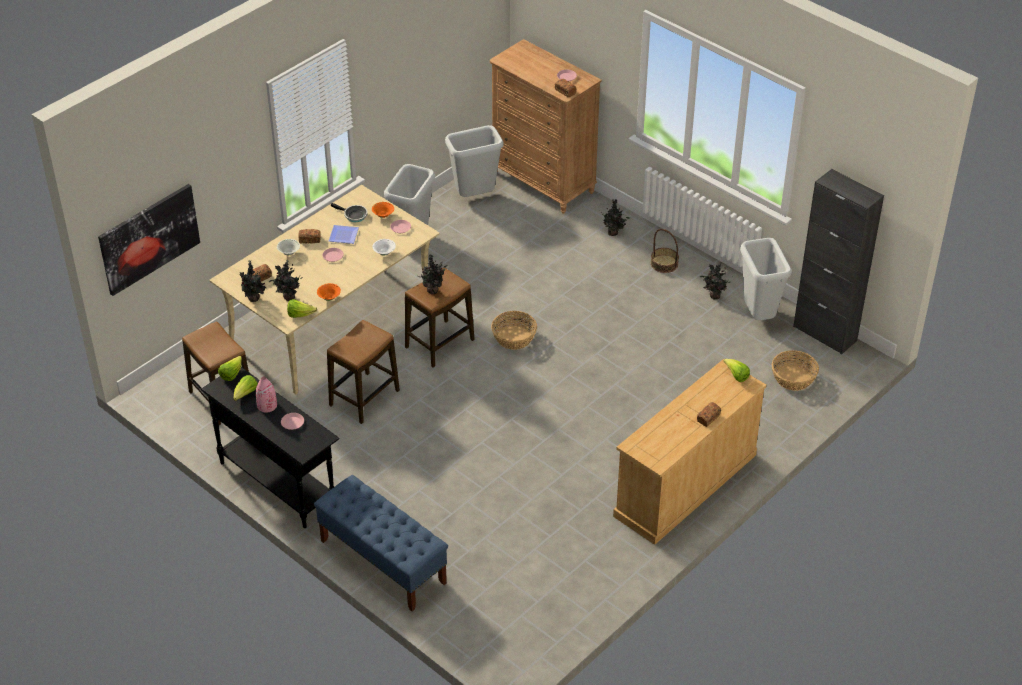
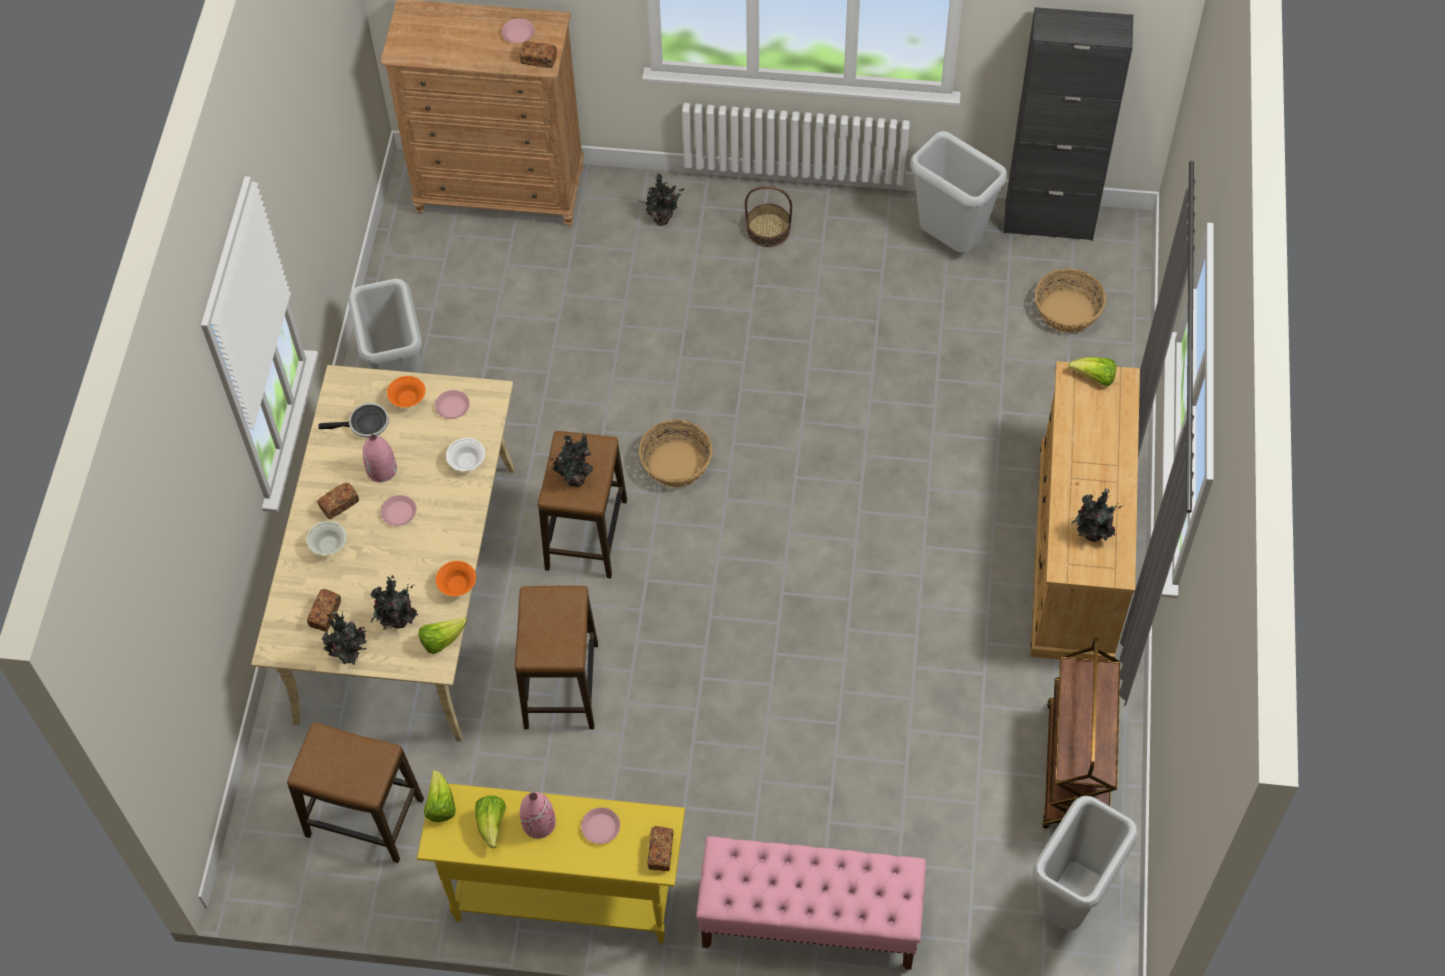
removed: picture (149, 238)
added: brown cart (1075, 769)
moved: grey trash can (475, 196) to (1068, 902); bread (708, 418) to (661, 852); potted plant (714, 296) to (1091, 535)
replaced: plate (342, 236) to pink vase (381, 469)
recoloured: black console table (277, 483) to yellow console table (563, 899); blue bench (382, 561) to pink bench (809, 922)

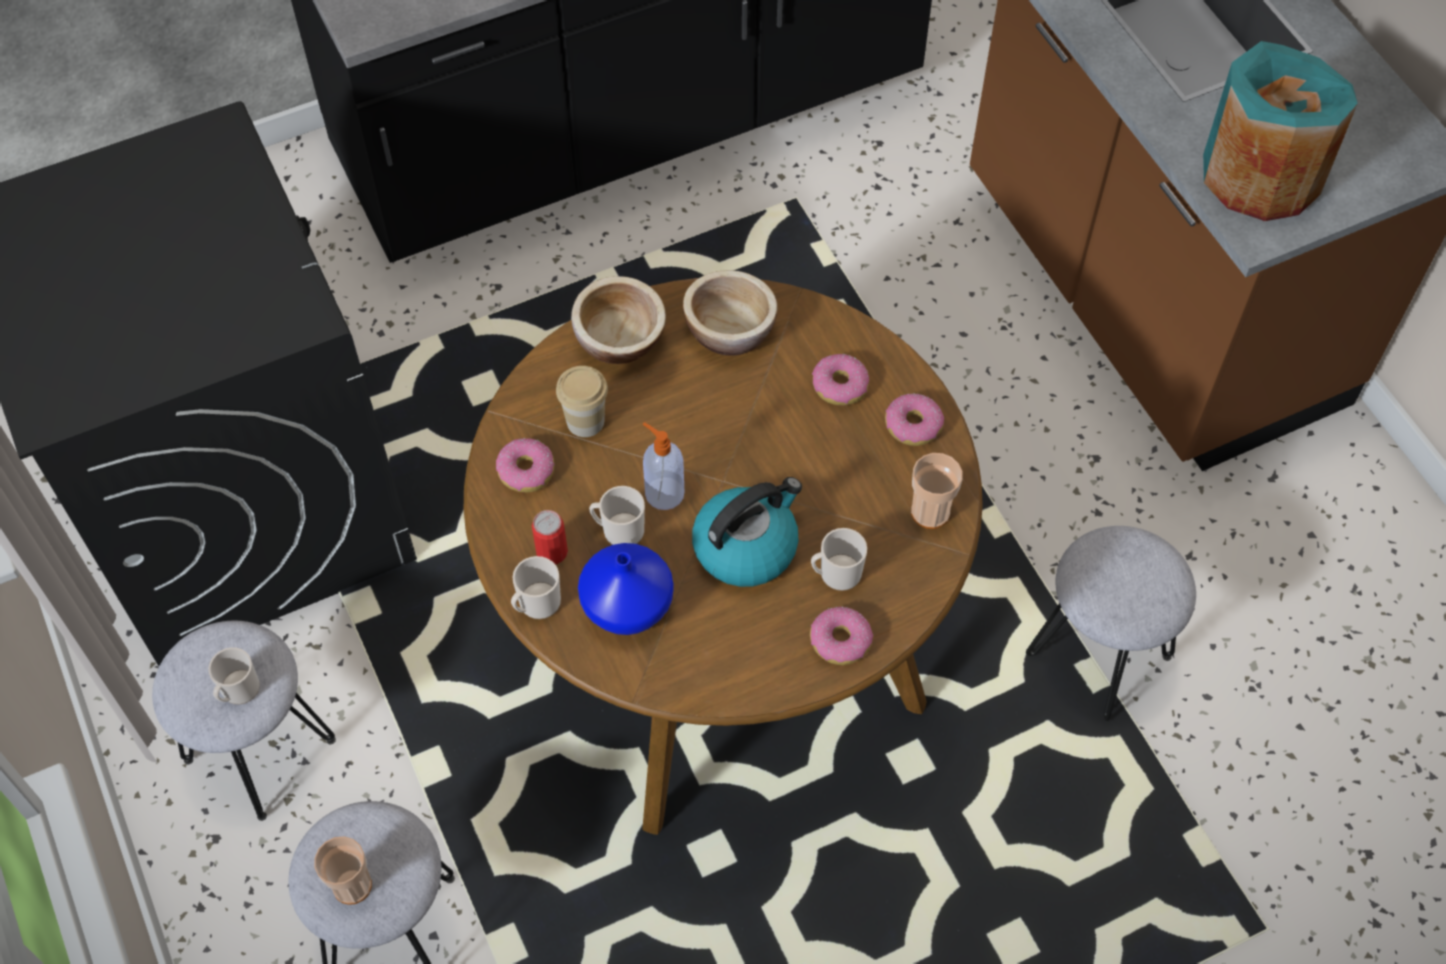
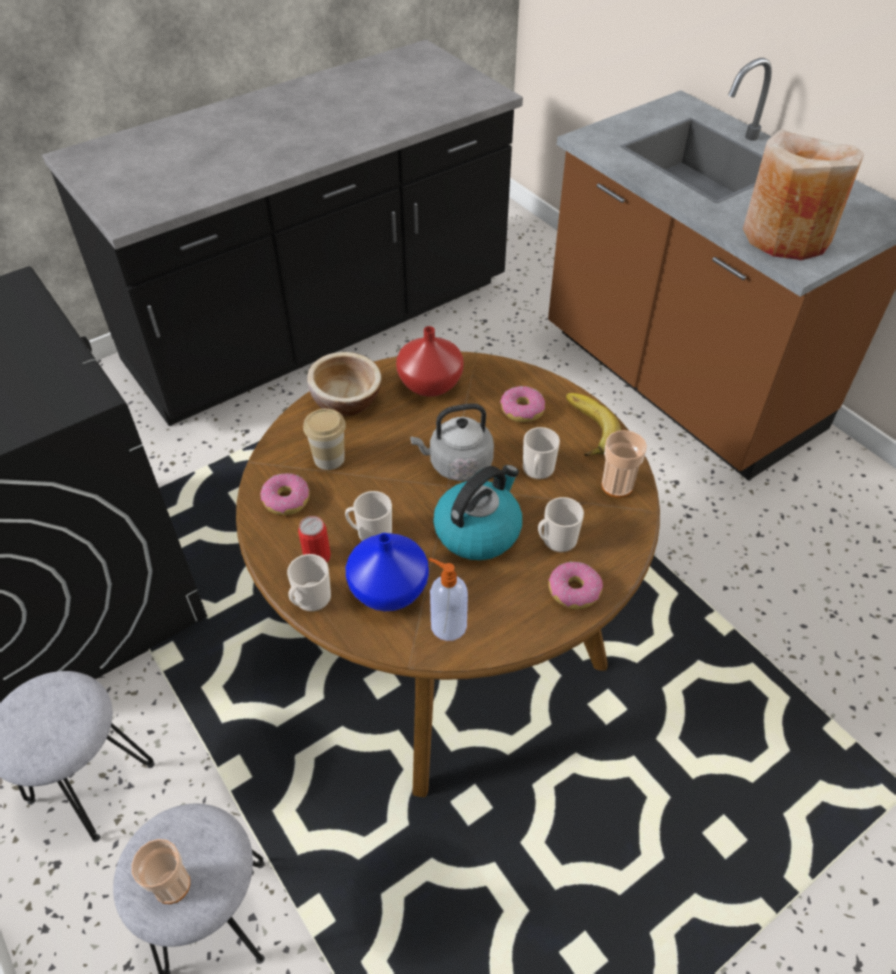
removed: grey stool (1099, 657)
added: grey kettle (457, 464)
moved: mug (238, 691) to (537, 471); soap dispenser (663, 492) to (447, 625)
replaced: bowl (729, 330) to red vase (429, 385); donut (913, 426) to banana (585, 429)
recoloured: turquoise vase (1259, 175) to beige vase (786, 236)

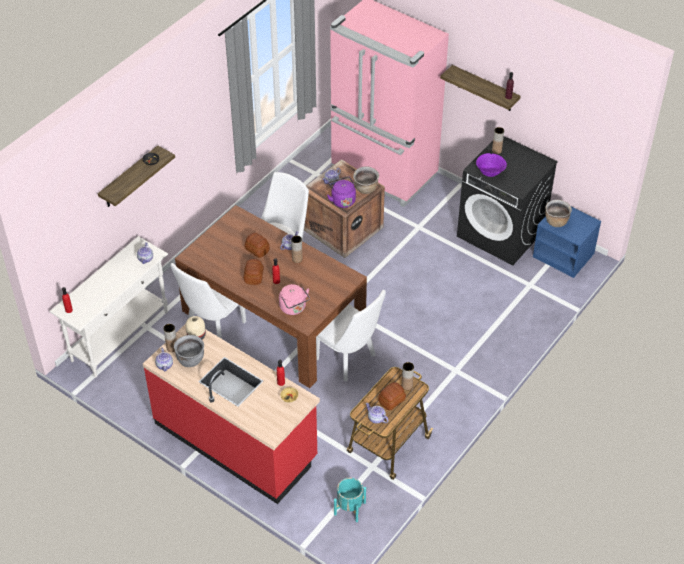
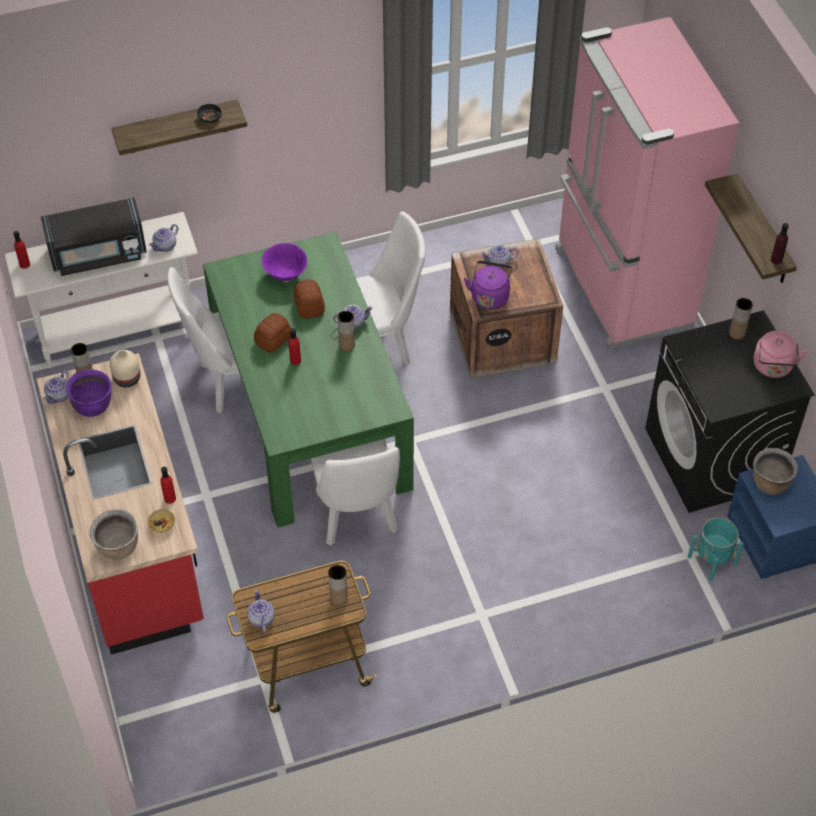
removed: bread (392, 400)
added: black microwave (98, 254)
moved: pink kettle (294, 308) to (773, 367); turquoise planter (350, 508) to (712, 560); brown cooking pot (366, 189) to (118, 547); purple bowl (489, 173) to (285, 274)
recoloured: grey cooking pot (190, 360) to purple cooking pot (93, 406); brown dining table (273, 320) to green dining table (310, 412)

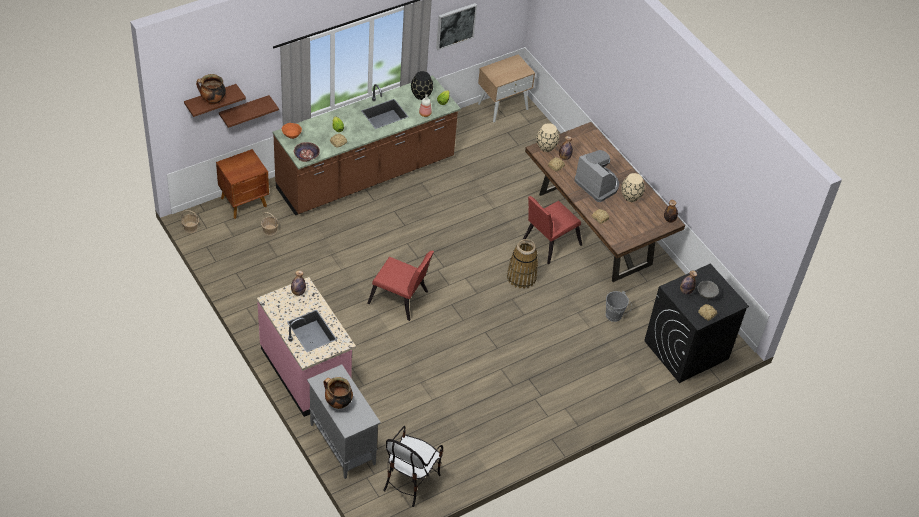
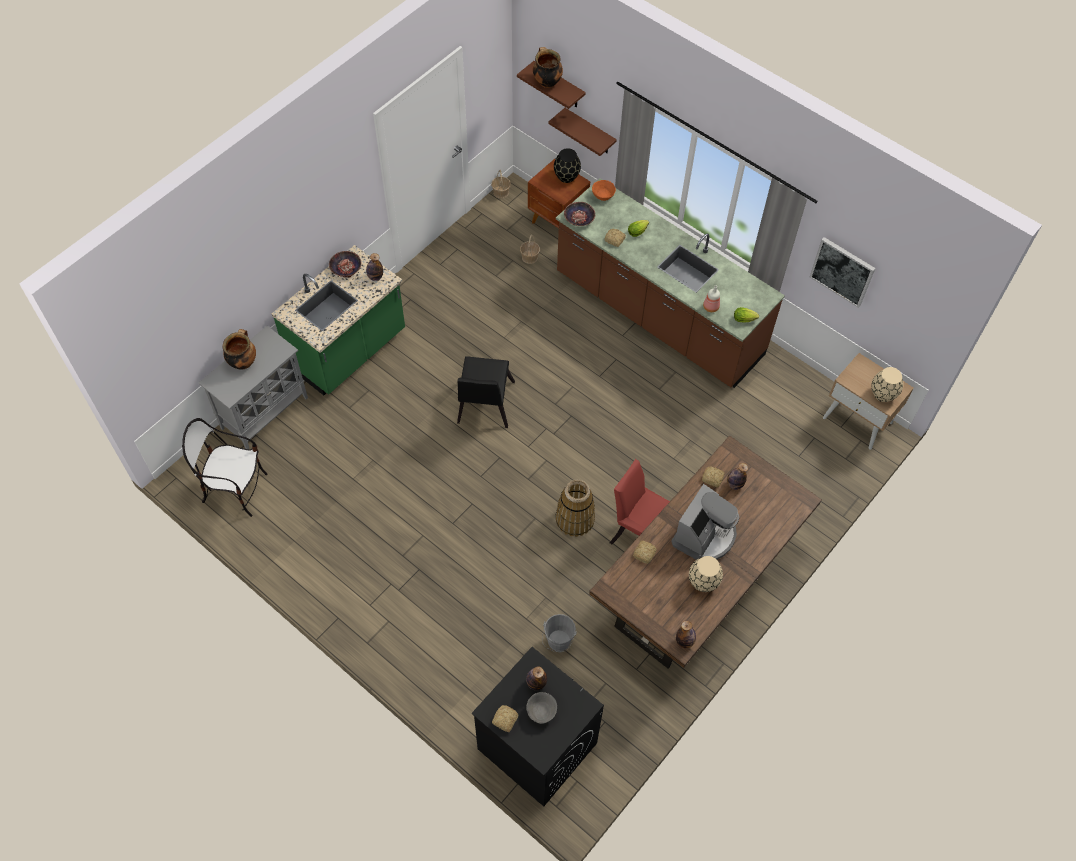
added: bowl (346, 268)
moved: black vase (421, 95) to (566, 176); beige vase (546, 146) to (883, 394)
recoloured: pink counter (306, 371) to green counter (349, 351); red chair (401, 300) to black chair (484, 406)

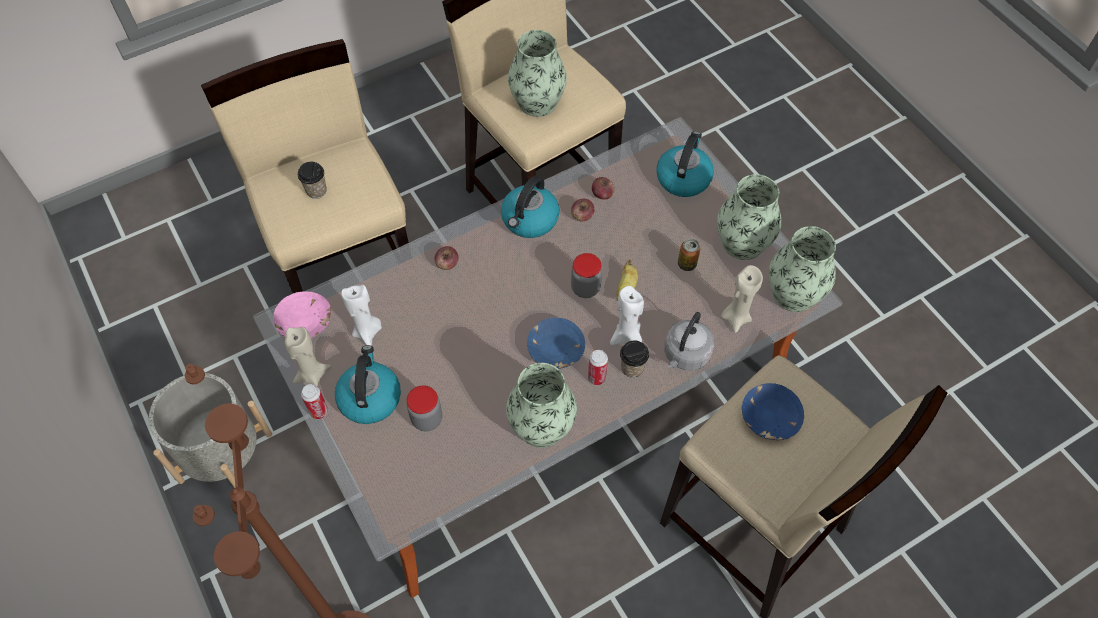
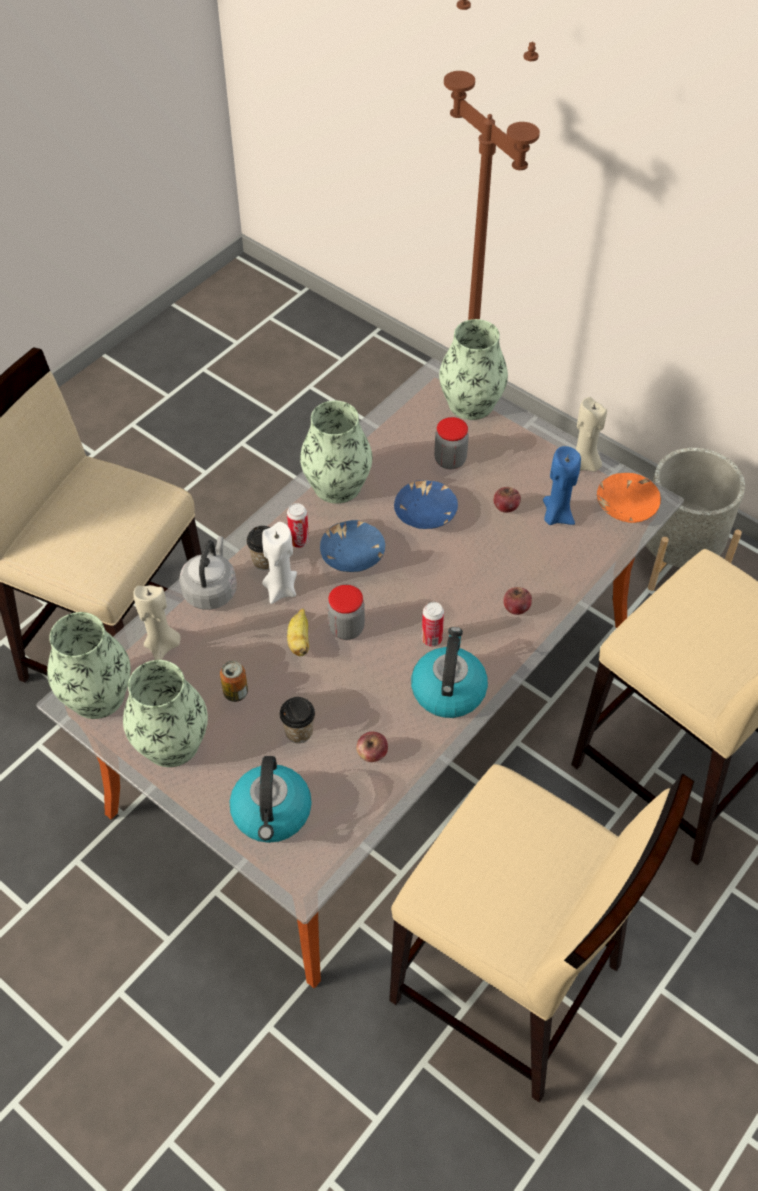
removed: kettle (369, 397)
moved: cup (316, 191) to (299, 732); can (319, 411) to (431, 639); vase (537, 102) to (471, 403); apple (582, 216) to (506, 507); blue bowl (769, 417) to (426, 514)
recoloured: pink bowl (305, 322) to orange bowl (625, 506); white candle (367, 332) to blue candle (556, 515)

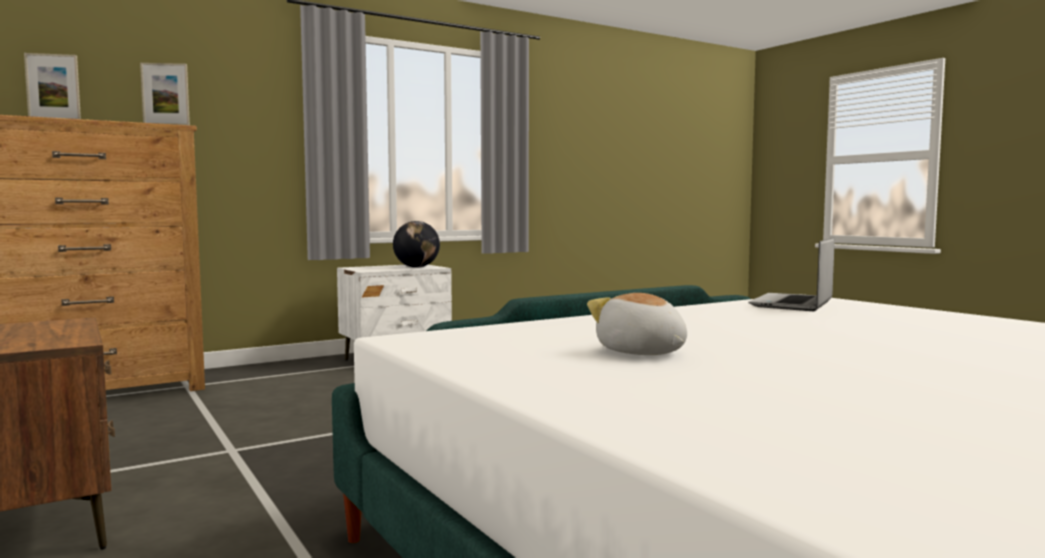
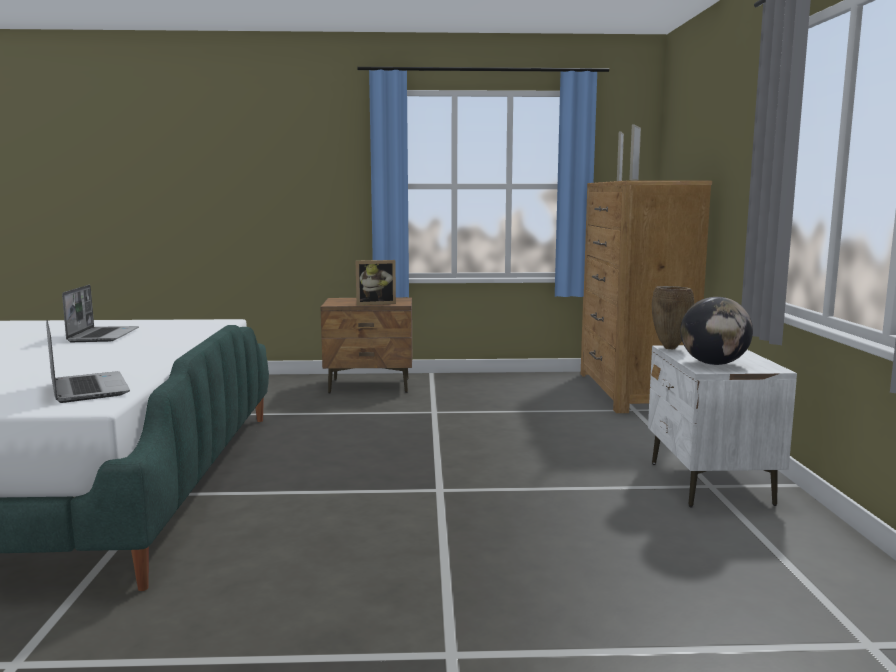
added: picture frame (375, 303); brown vase (670, 348)
replaced: plush toy (641, 352) to laptop (103, 336)

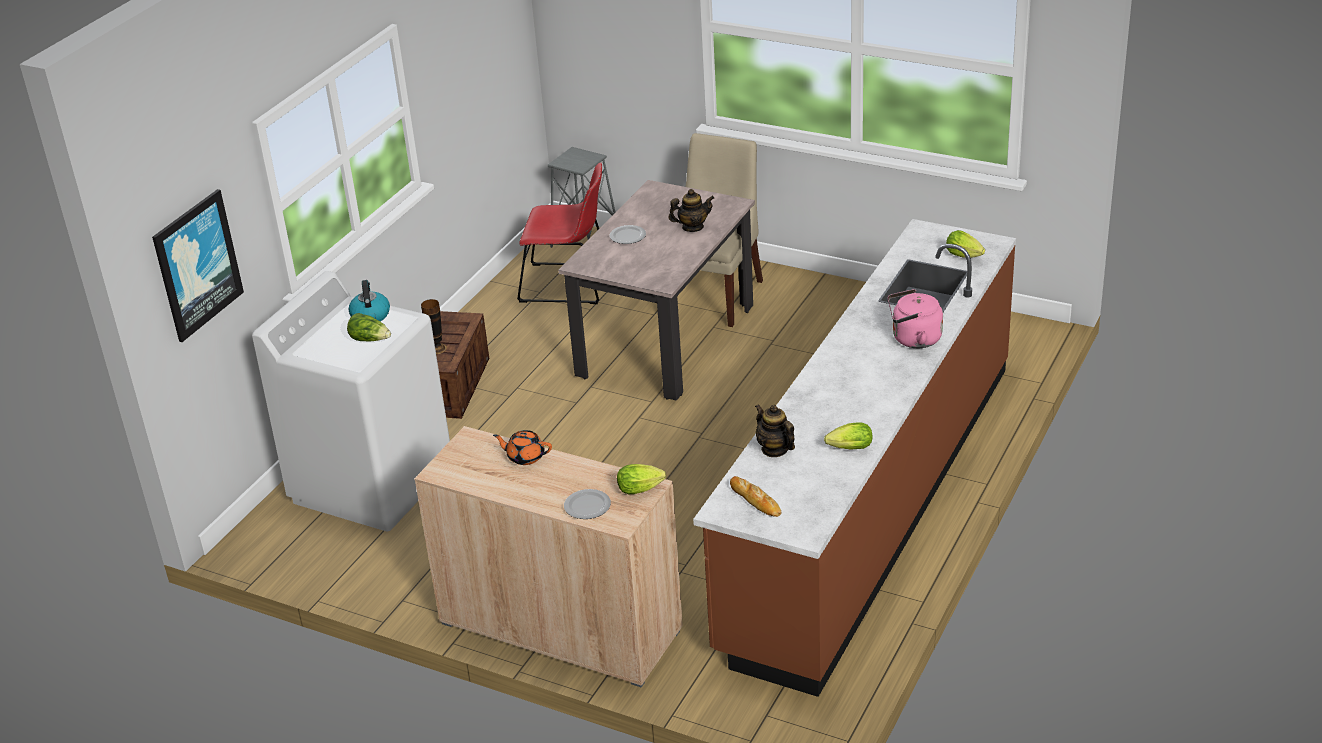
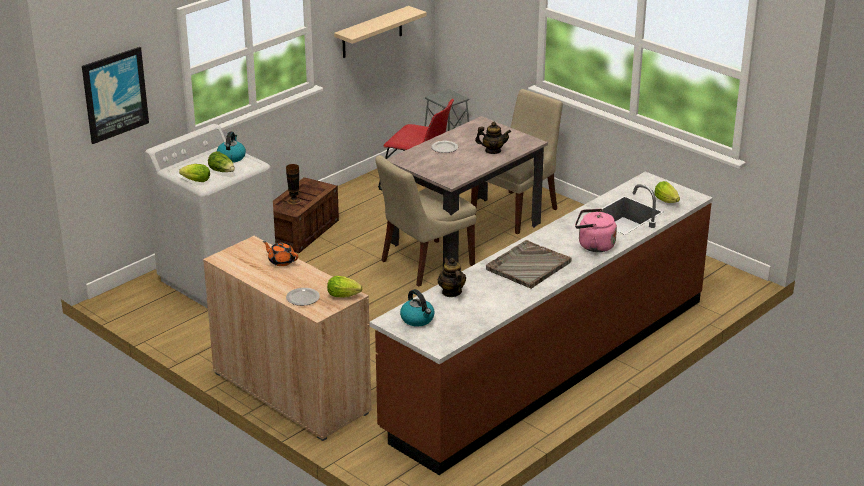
added: beige shelf (372, 32); beige chair (424, 264); grey tray (528, 266)
moved: lettuce (848, 449) to (194, 181)
replaced: bread (755, 500) to kettle (418, 319)

